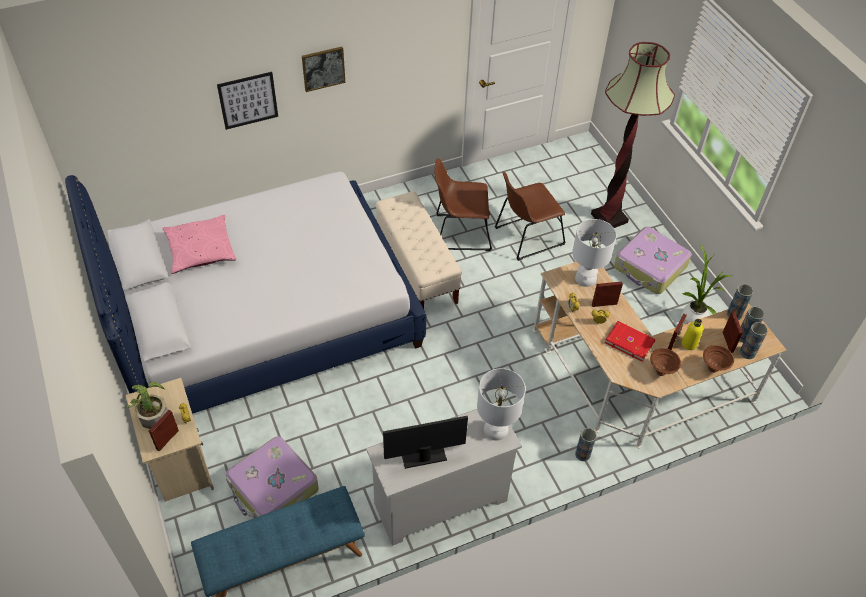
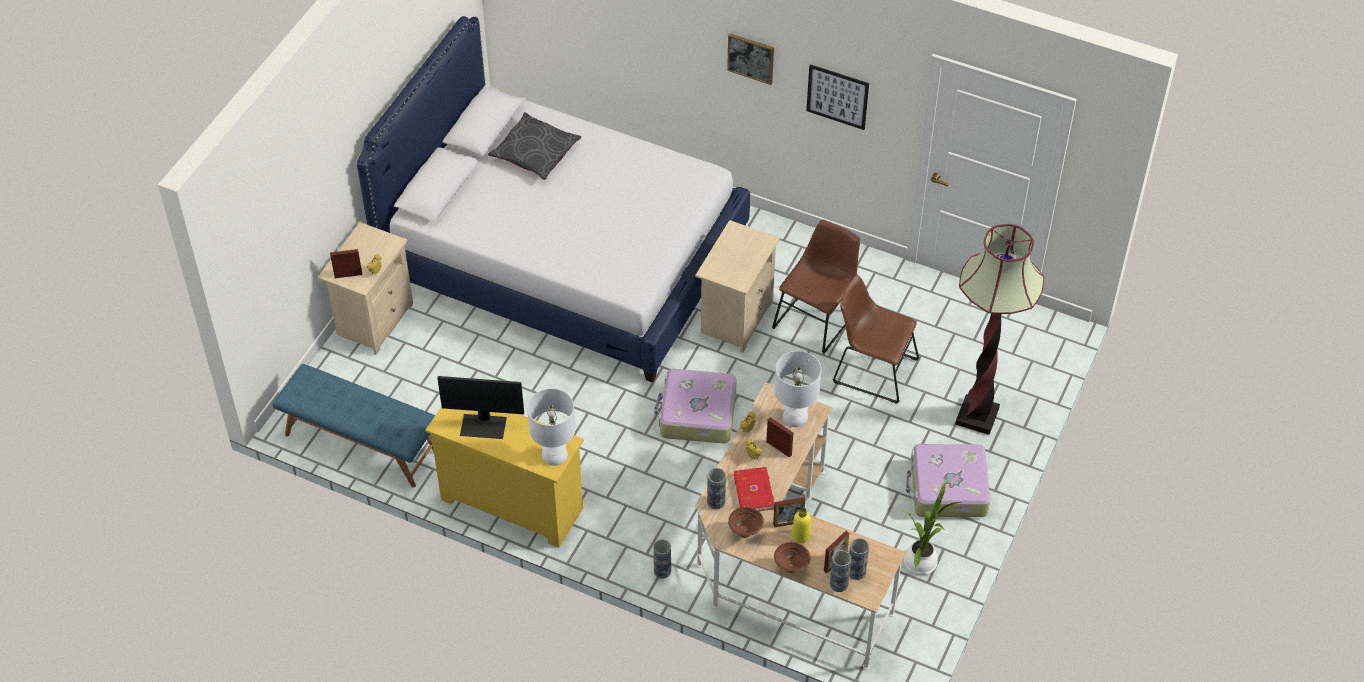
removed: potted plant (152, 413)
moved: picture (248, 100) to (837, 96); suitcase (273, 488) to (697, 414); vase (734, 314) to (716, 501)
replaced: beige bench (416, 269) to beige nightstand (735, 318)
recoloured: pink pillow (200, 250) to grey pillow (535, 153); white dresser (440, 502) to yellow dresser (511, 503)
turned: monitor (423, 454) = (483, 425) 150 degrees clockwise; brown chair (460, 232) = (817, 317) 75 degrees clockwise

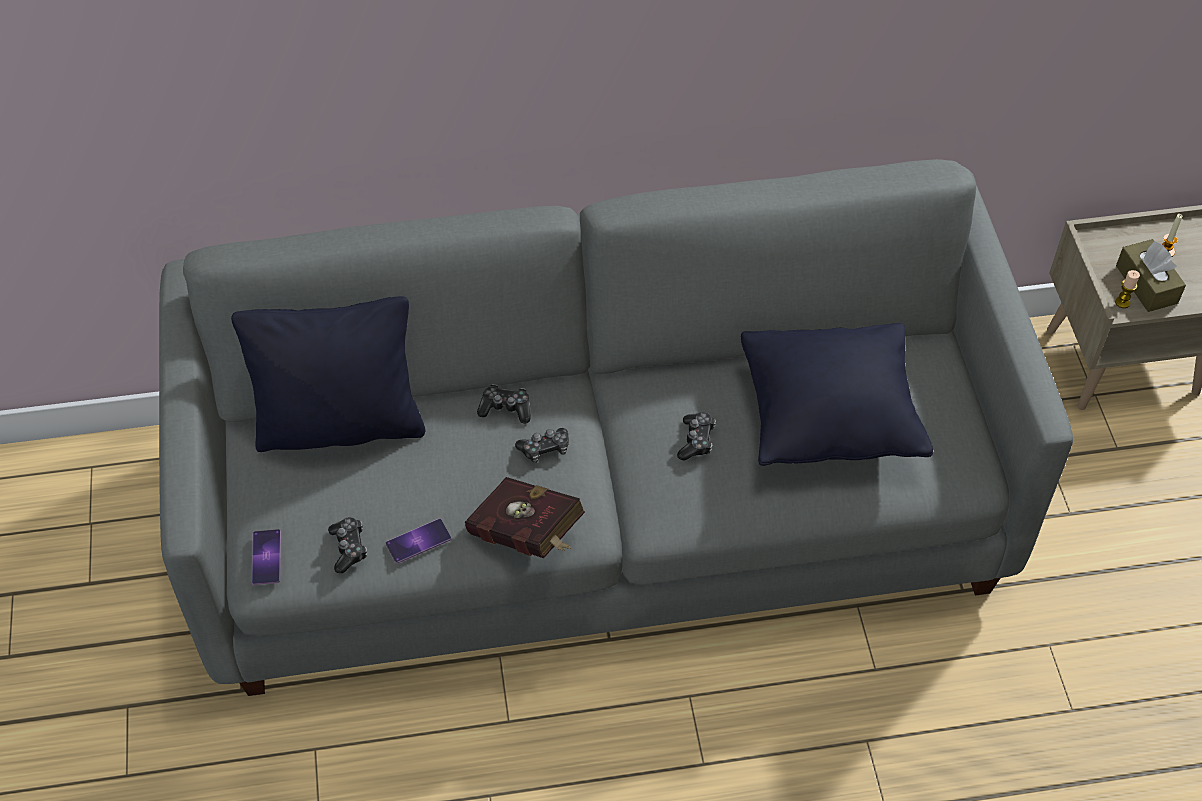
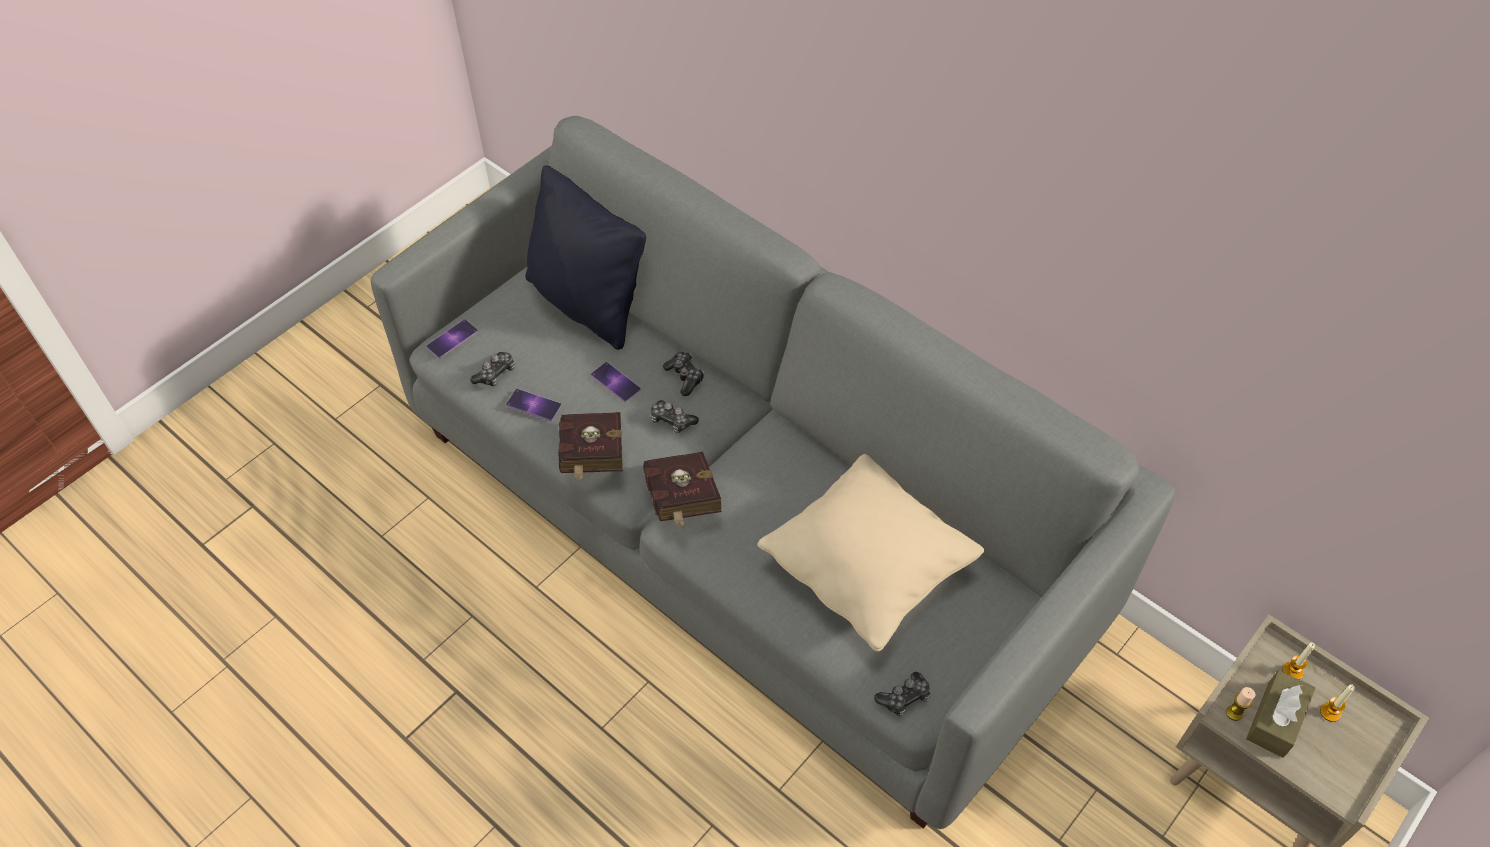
added: phone (615, 382); red book (682, 504); candle (1292, 671)
moved: game controller (696, 440) to (904, 698)
recoloured: black pillow (829, 420) to beige pillow (867, 571)

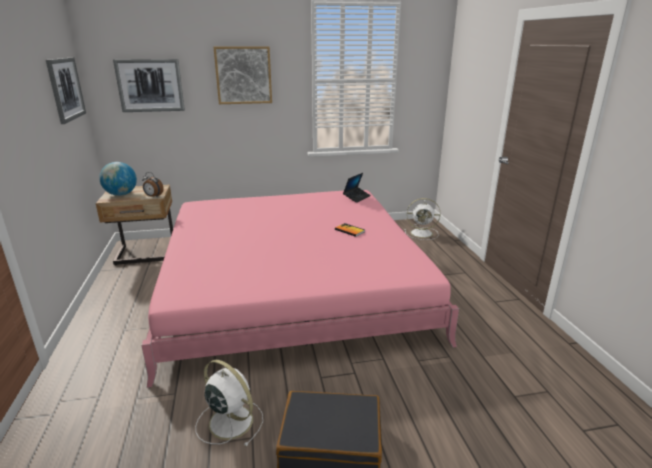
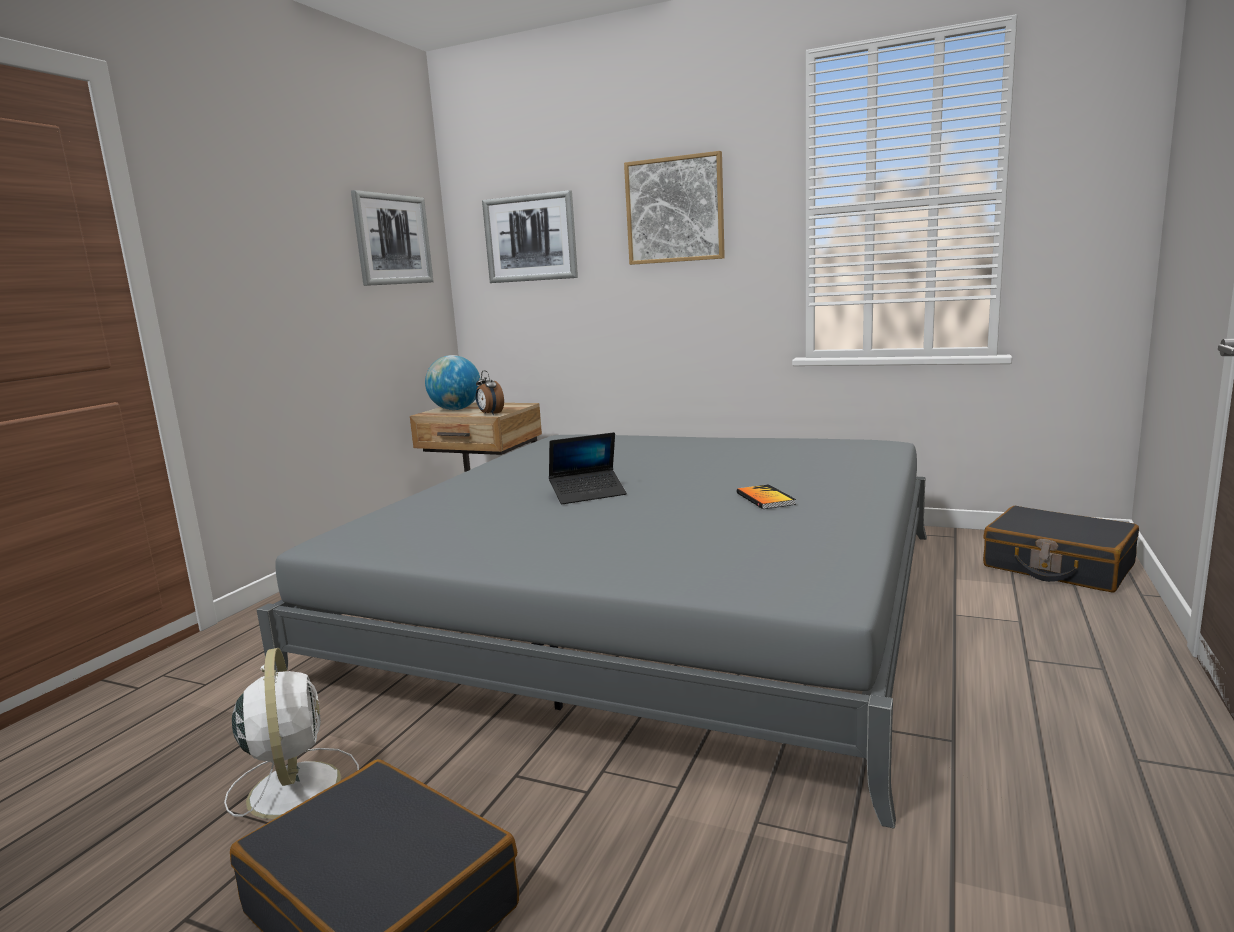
moved: laptop (356, 197) to (588, 494)
replaced: white fan (422, 233) to black suitcase (1057, 566)
recoloured: pink bed (291, 284) to grey bed (651, 602)

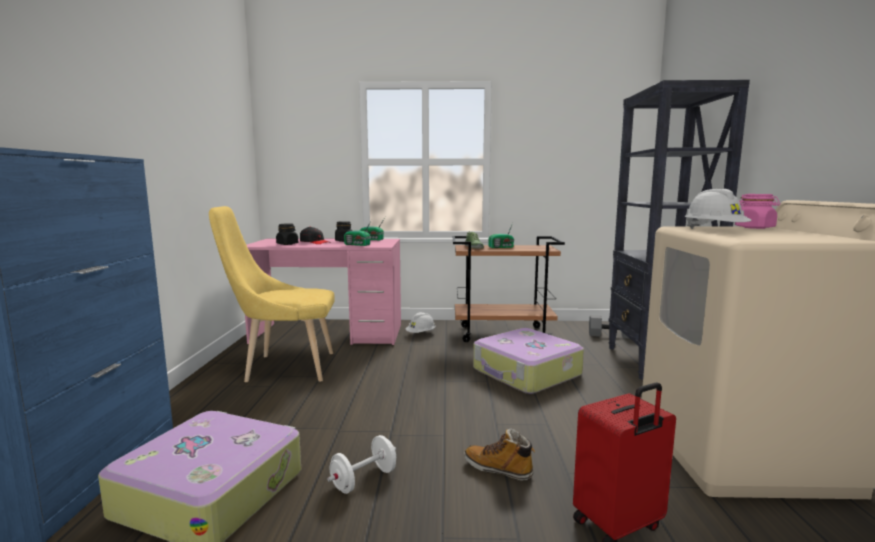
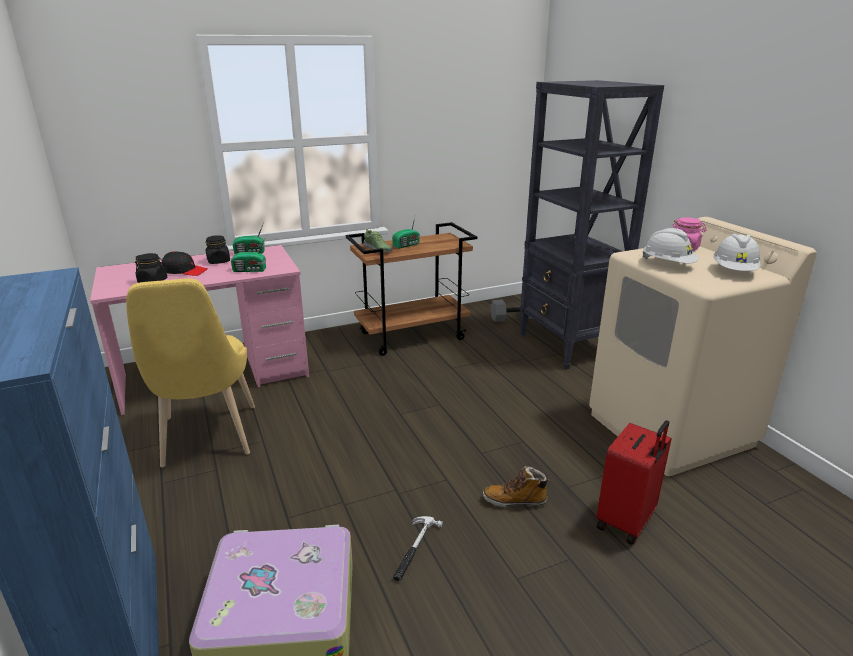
removed: suitcase (526, 373)
moved: white hard hat (421, 334) to (734, 271)
replaced: white dumbbell (364, 480) to hammer (413, 549)
turned: yellow chair (284, 368) = (208, 440) 75 degrees counterclockwise

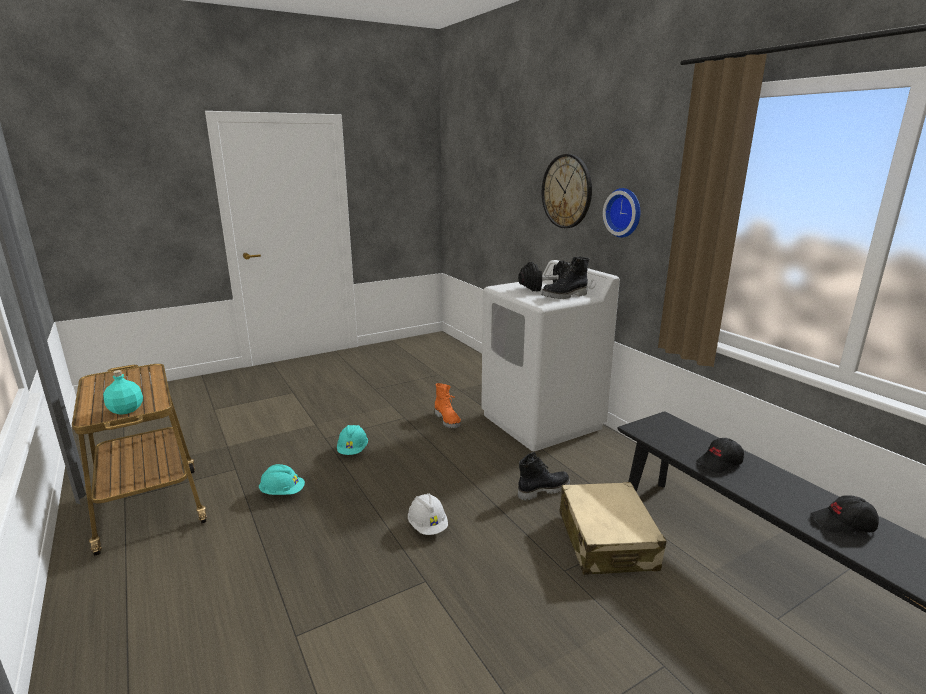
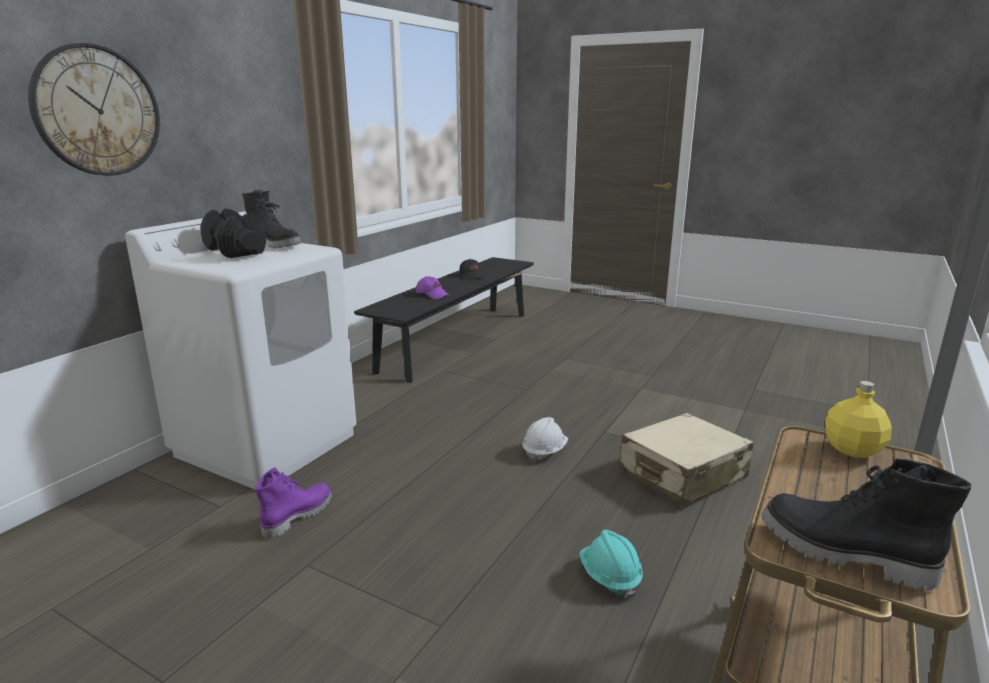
removed: turquoise hard hat (353, 450); wall clock (624, 212)
moved: black boot (543, 490) to (843, 554); beige suitcase (606, 541) to (682, 475)
recoloured: turquoise bottle (126, 410) to yellow bottle (853, 449); orange boot (448, 420) to purple boot (297, 516); black cap (719, 463) to purple cap (432, 295)

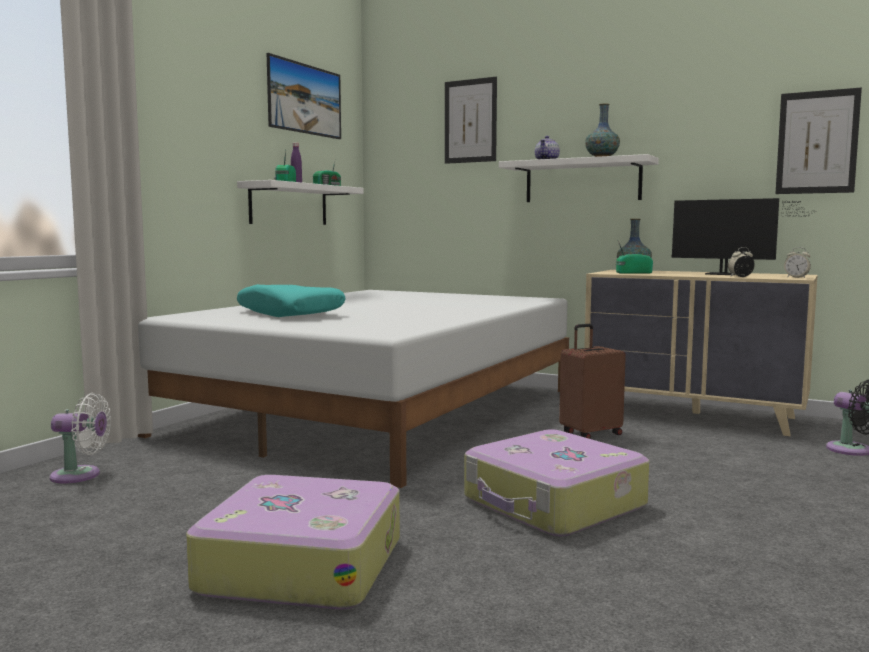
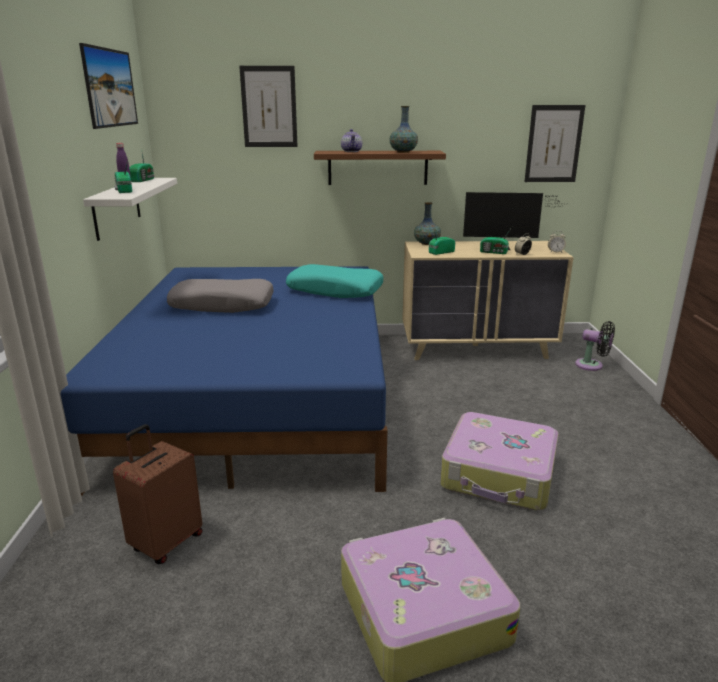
removed: white fan (80, 475)
added: grey pillow (223, 305); radio (494, 252)
moved: turquoise pillow (291, 313) to (335, 290); brown suitcase (590, 434) to (166, 542)
recoloured: white bed (380, 411) to blue bed (258, 396); white shelf (582, 181) to brown shelf (378, 167)

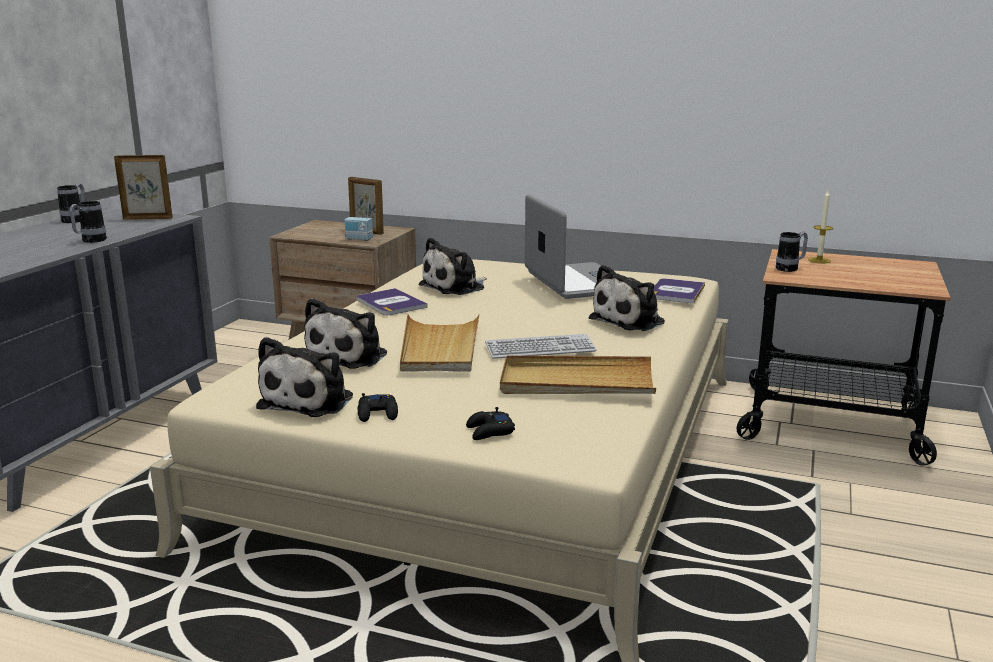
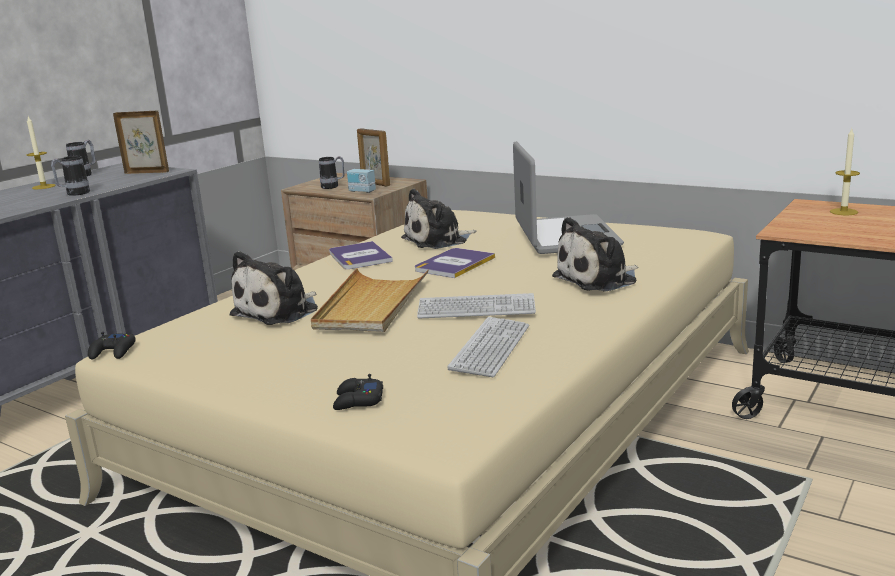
removed: plush toy (310, 401)
added: candle (44, 187)
moved: black game controller (378, 413) to (113, 352); book (676, 292) to (454, 264); mug (790, 268) to (333, 186)
replaced: beige tray (576, 382) to keyboard (490, 348)

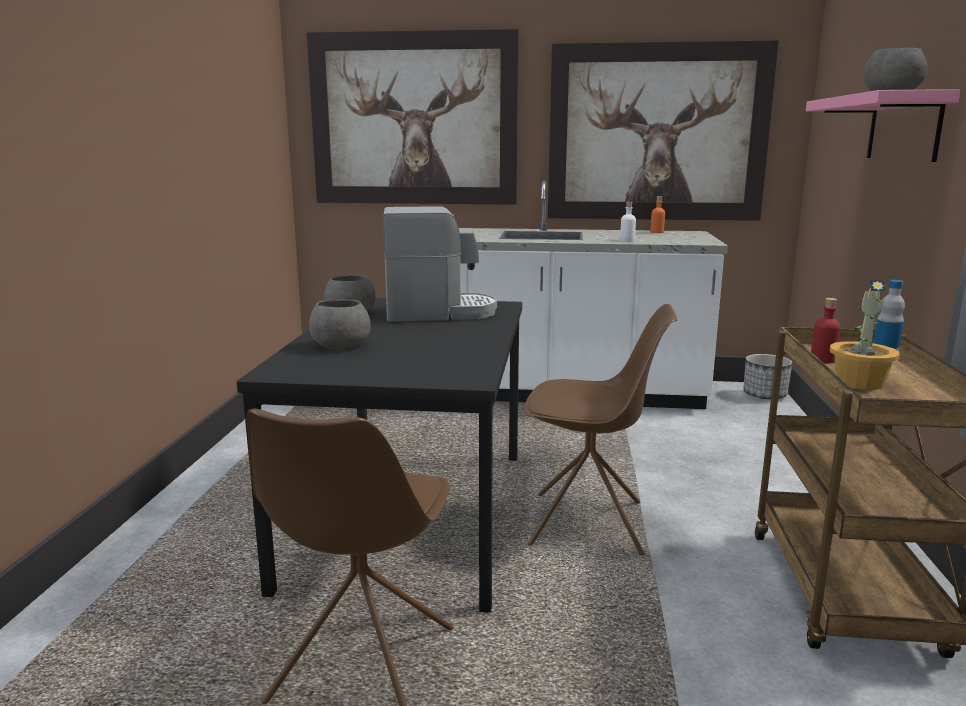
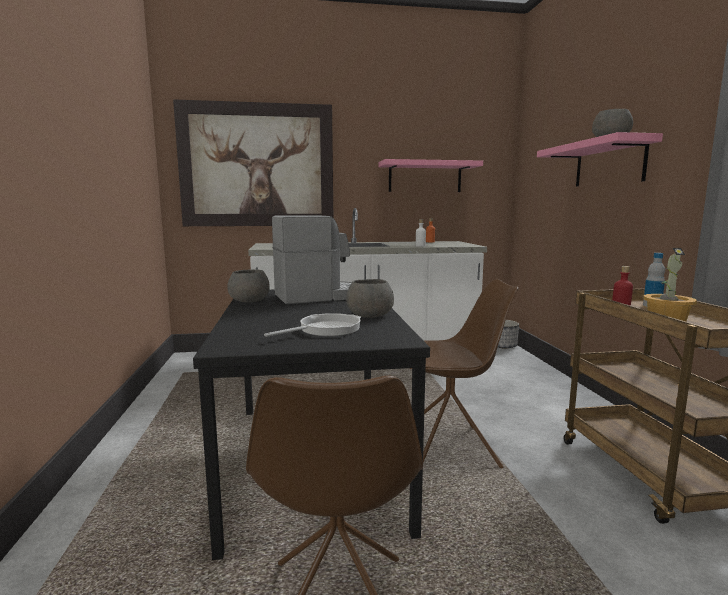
added: frying pan (326, 330)
moved: grey bowl (339, 345) to (369, 315)
replaced: picture (657, 133) to pink shelf (425, 177)

